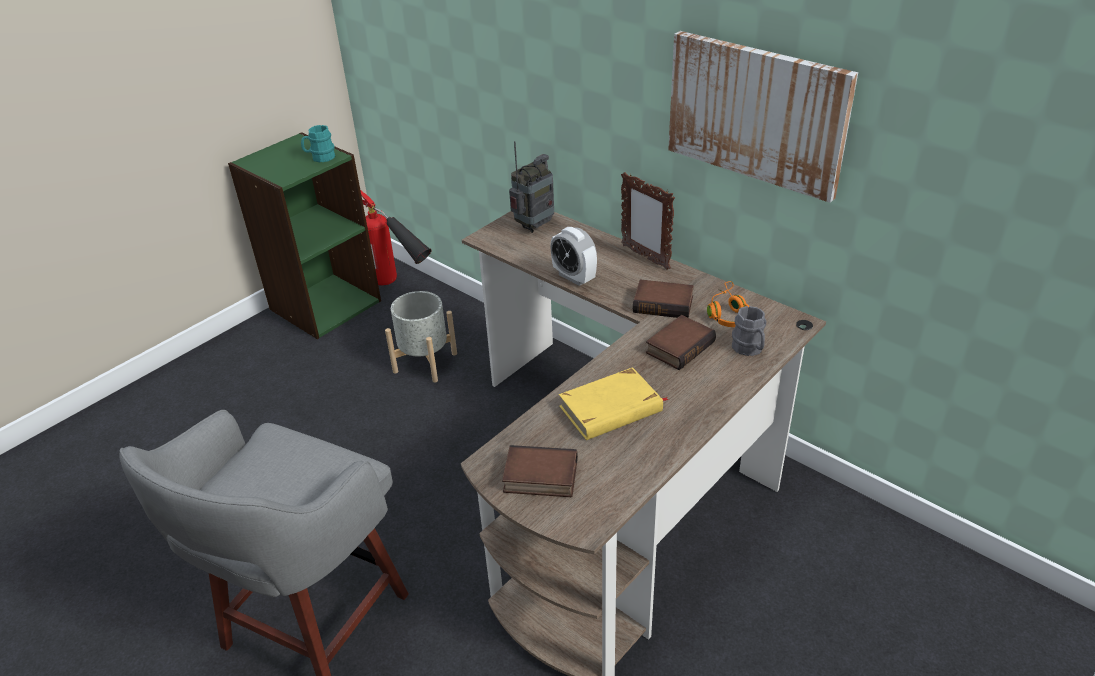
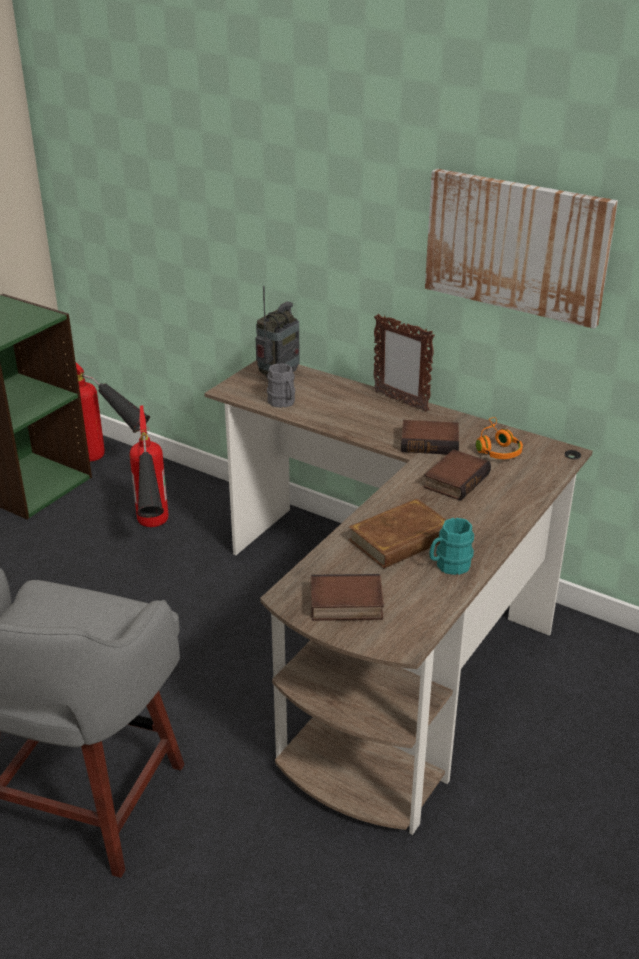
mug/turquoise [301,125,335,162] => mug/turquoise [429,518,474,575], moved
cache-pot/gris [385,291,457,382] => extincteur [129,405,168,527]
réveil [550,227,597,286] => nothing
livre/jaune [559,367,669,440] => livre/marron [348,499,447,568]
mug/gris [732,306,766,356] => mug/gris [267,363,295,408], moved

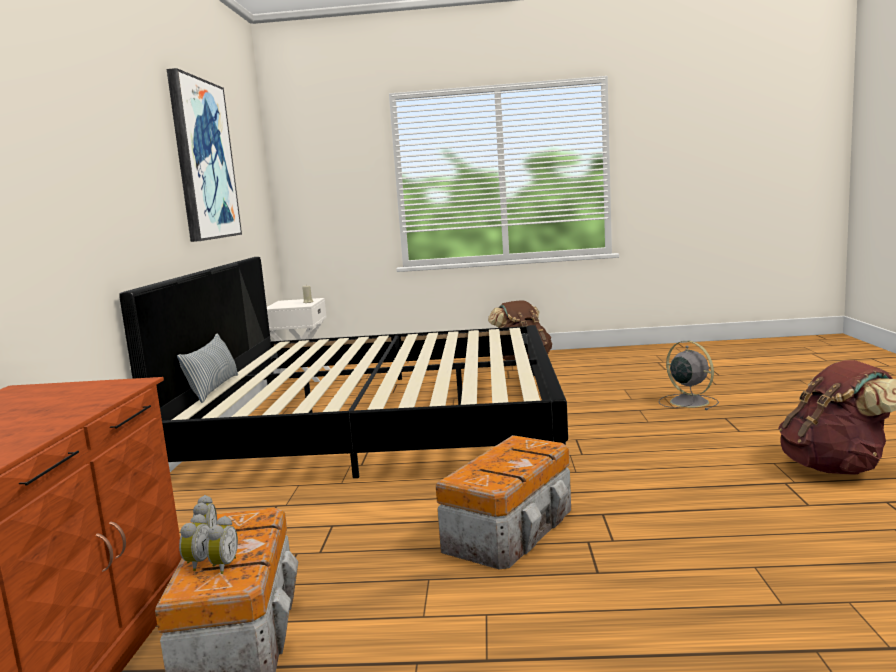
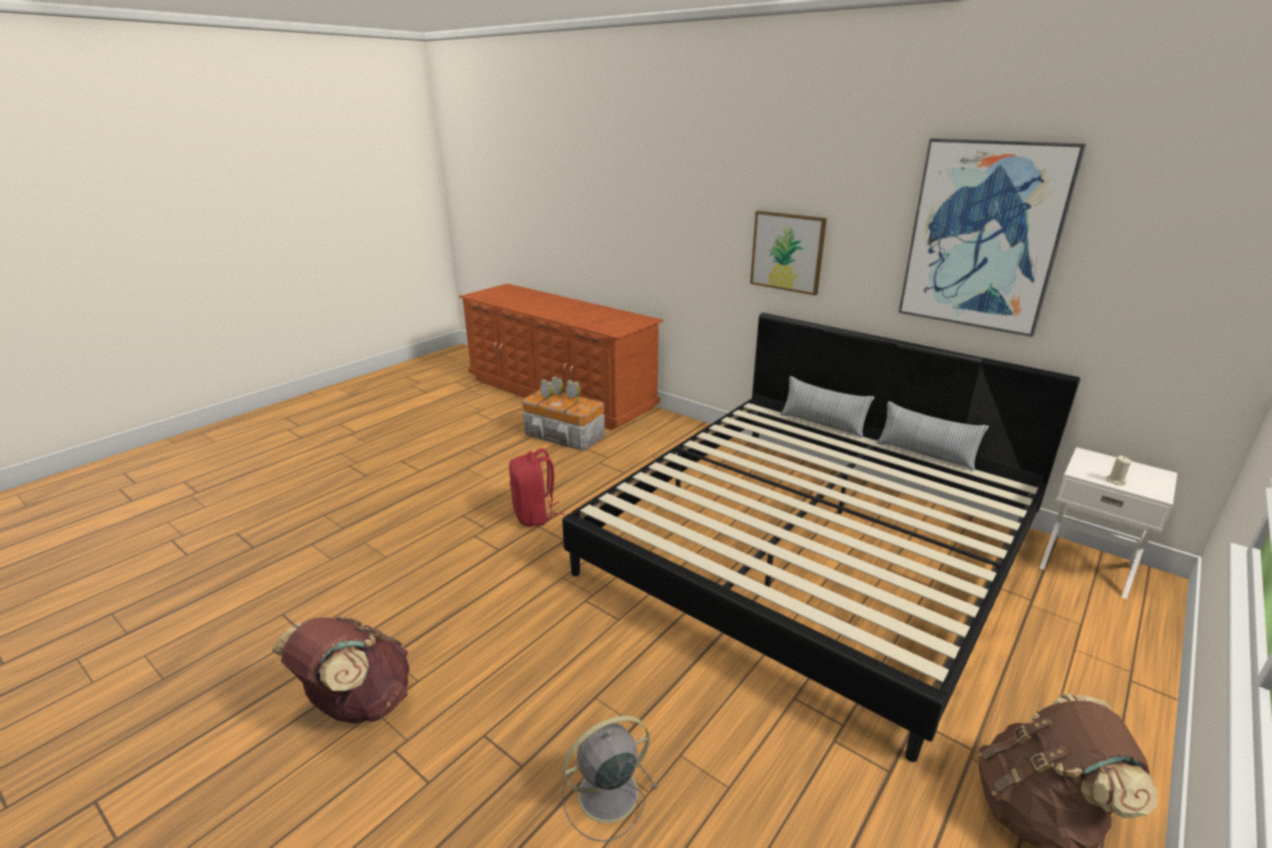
boîte de rangement [436,435,571,570] => sac à dos/rouge [509,448,564,527]
ventilateur/gris [658,340,719,410] => ventilateur/gris [562,716,658,842], 150 degrees clockwise
nothing => tableau [750,211,827,295]
nothing => coussin [877,401,989,471]

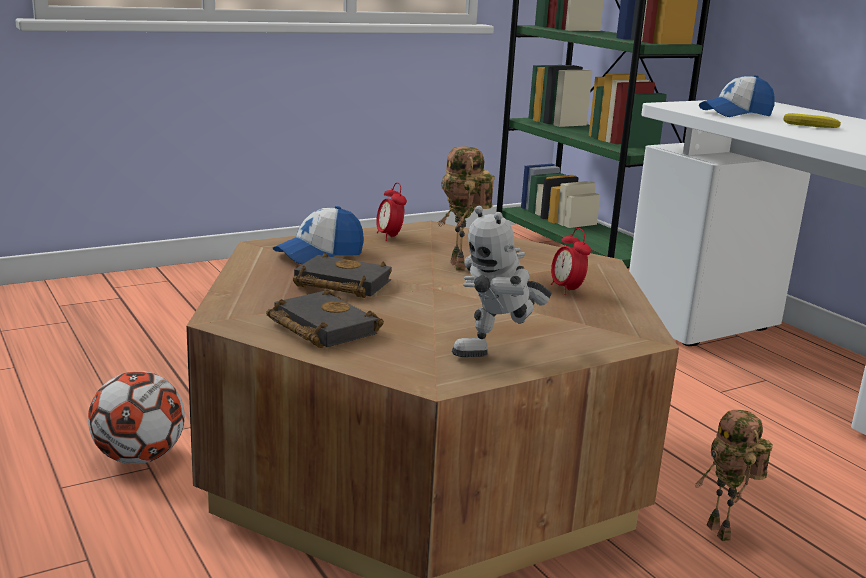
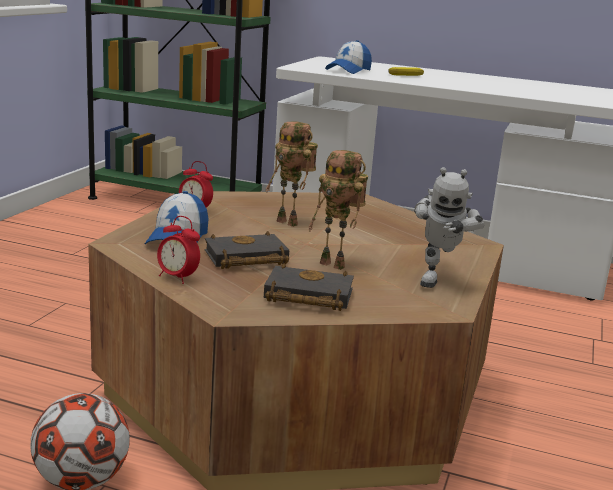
réveil [551,228,591,295] => réveil [157,216,200,284], moved
robot jouet [695,410,773,541] => robot jouet [308,150,368,270], moved

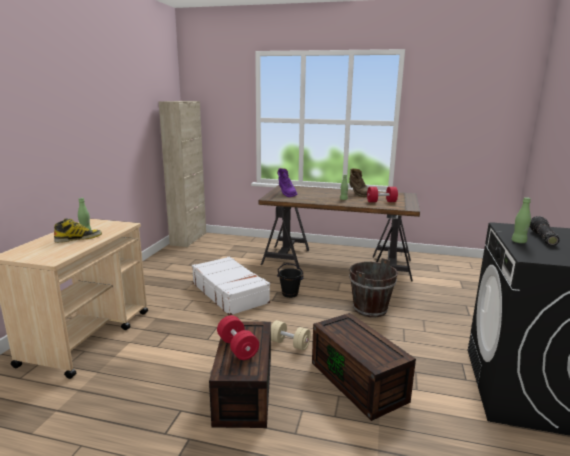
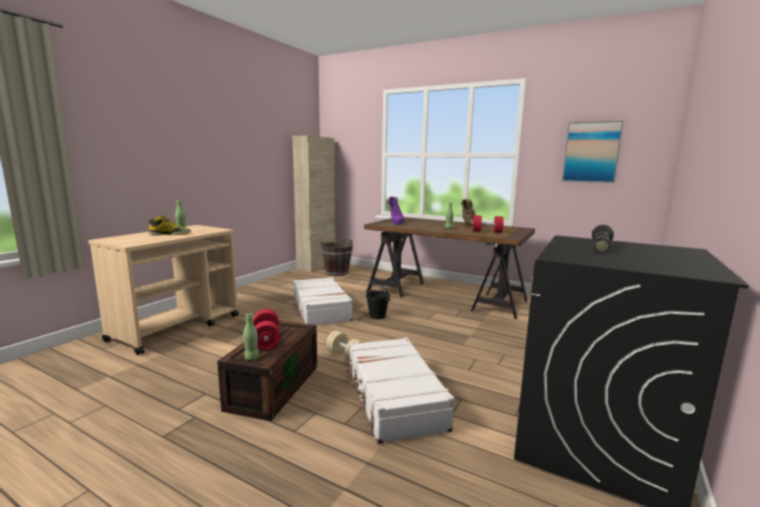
boîte de rangement/marron [312,313,416,421] => valise/blanc [346,338,455,444]
seau/marron [349,258,398,317] => seau/marron [321,239,353,276], moved
bouteille/vert [512,197,531,243] => bouteille/vert [243,313,259,360], moved
nothing => tableau [562,120,624,183]

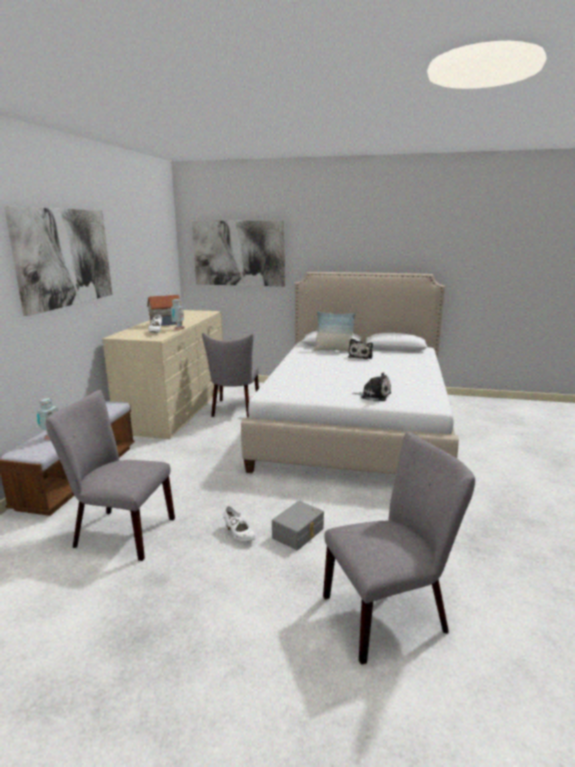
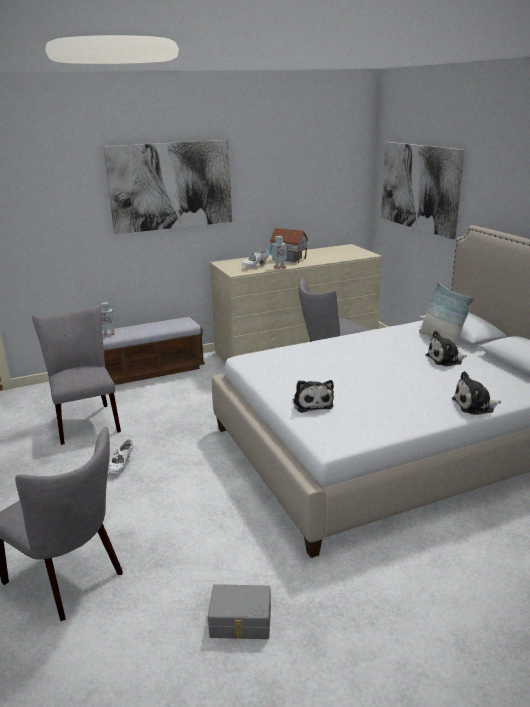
boîte de rangement/gris [272,501,324,550] => boîte de rangement/gris [208,584,271,639], moved
nothing => peluche [452,371,501,415]

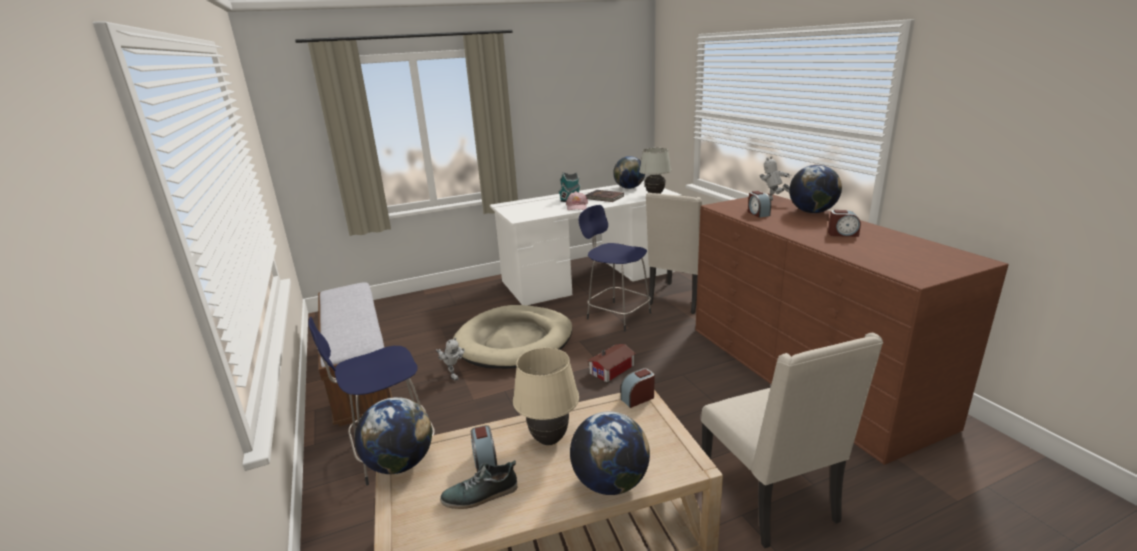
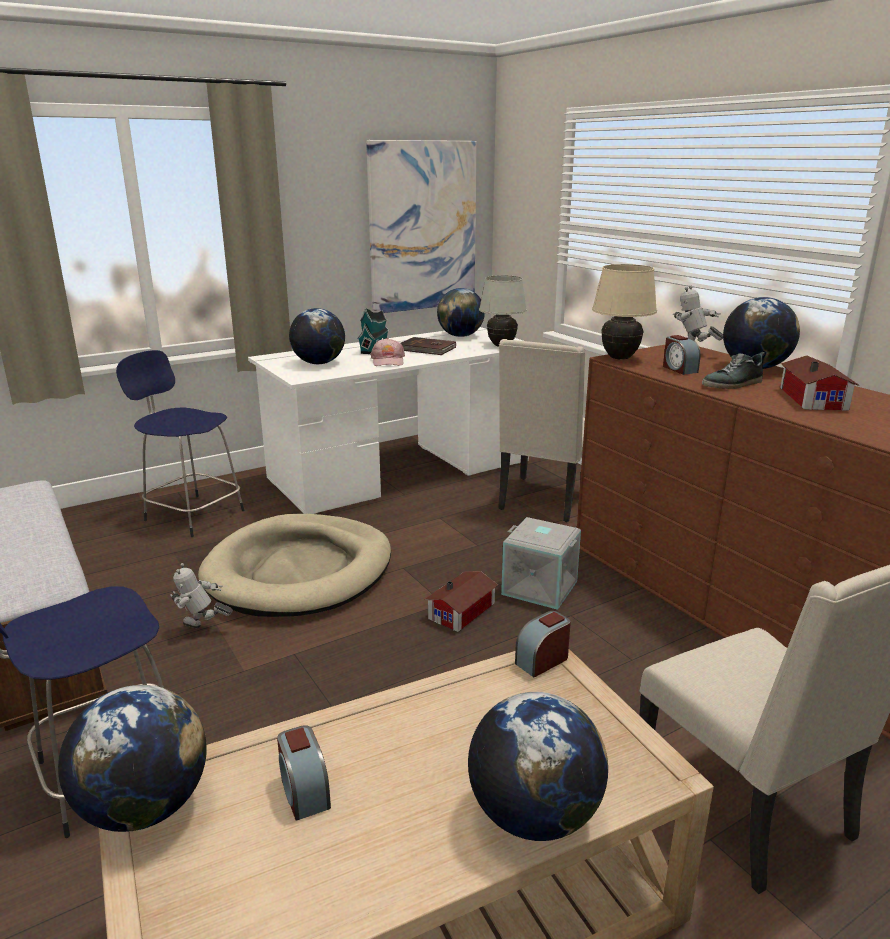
robot jouet [436,337,465,381] => robot jouet [170,563,233,629], 150 degrees clockwise
chaussure [440,460,517,509] => chaussure [702,352,765,389], moved
lampe de table/beige [513,348,579,445] => lampe de table/beige [592,264,657,360], moved
tabouret/bleu [578,205,651,331] => tabouret/bleu [116,350,244,537], moved
réveil [828,210,861,237] => maison miniature [780,355,859,411]
nothing => globe [289,308,345,364]
nothing => tableau [366,140,477,313]
nothing => boîte de rangement/gris [501,517,581,610]

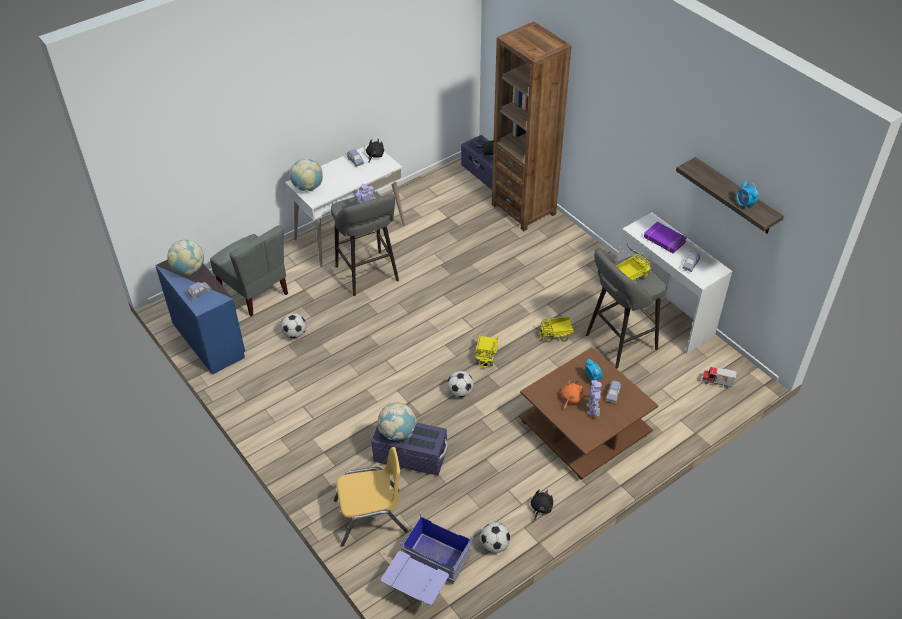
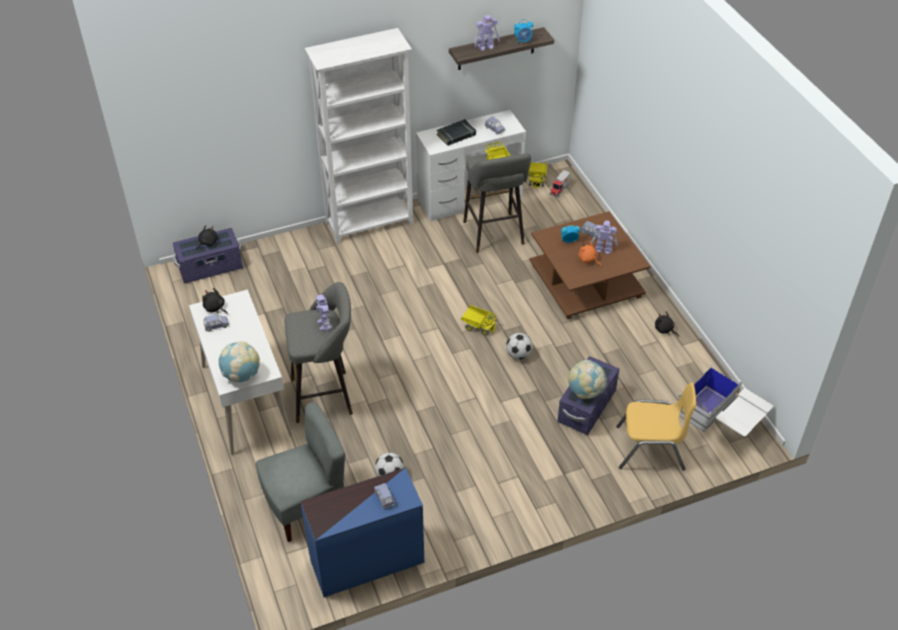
globe [167,240,204,275] => nothing
chaise/jaune [334,447,408,547] => chaise/jaune [616,383,696,471], 90 degrees clockwise
boîte de rangement/bleu [381,512,473,605] => boîte de rangement/blanc [678,363,773,437]
ballon de foot [480,522,510,553] => nothing
bibliothèque/marron [492,21,571,231] => nothing
camion jouet [539,317,574,343] => camion jouet [528,161,547,188], moved
livre/violet [644,222,687,253] => livre/noir [437,119,476,146]
nothing => bibliothèque/blanc [305,28,413,244]
nothing => robot jouet [475,15,500,51]

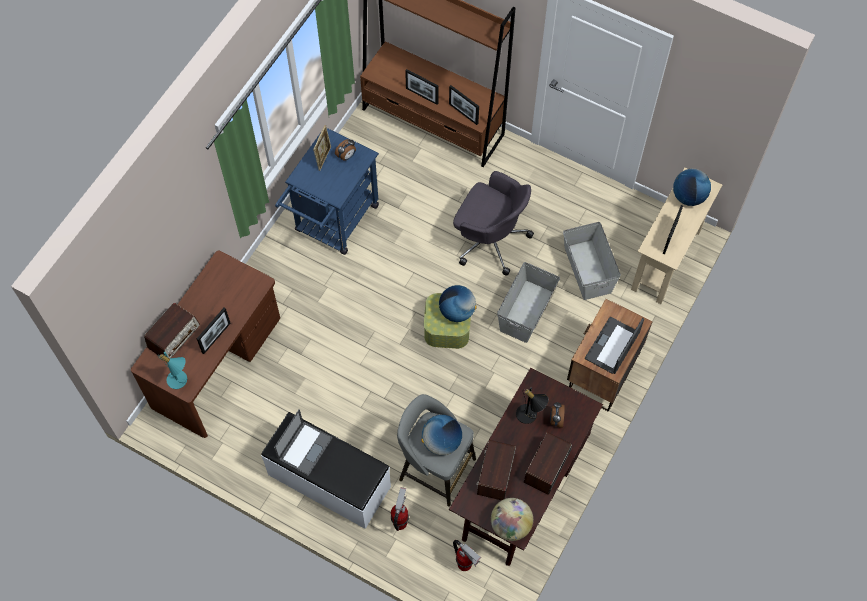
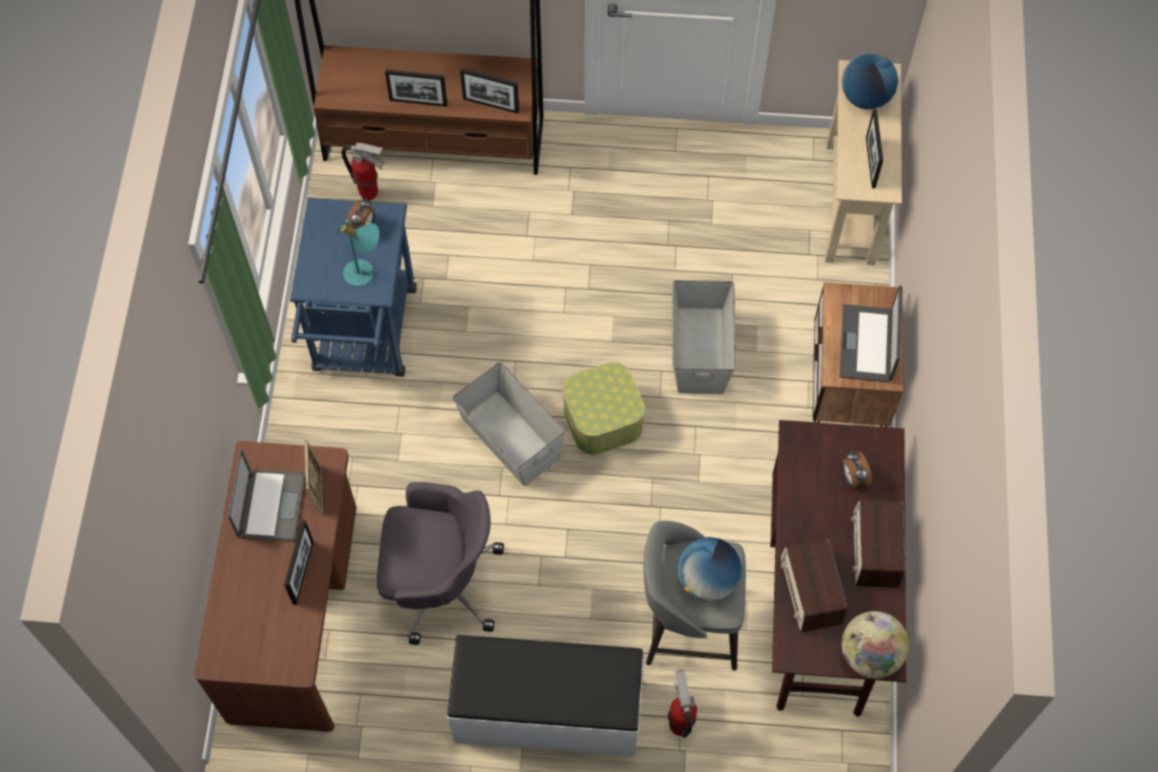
radio [144,303,200,358] => nothing
lampe de table/turquoise [159,352,187,389] => lampe de table/turquoise [338,220,379,286], moved
ordinateur portable [274,409,333,476] => ordinateur portable [228,448,306,542], moved
cadre photo [313,125,331,171] => cadre photo [305,440,323,514], moved
globe [439,285,477,322] => nothing
chaise de bureau/gris [453,171,534,276] => chaise de bureau/gris [377,482,504,645], moved
extincteur [453,540,481,571] => extincteur [341,143,385,200], moved
lampe de table/noir [516,387,549,424] => nothing
boîte de rangement/gris [563,222,621,300] => boîte de rangement/gris [453,362,565,486], moved

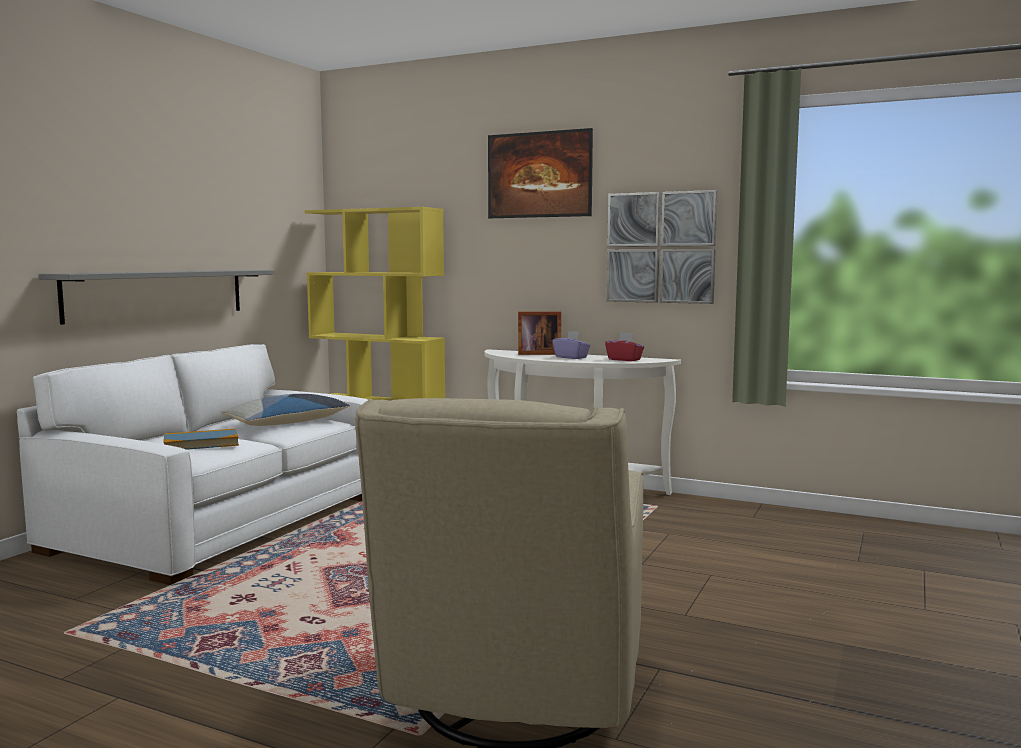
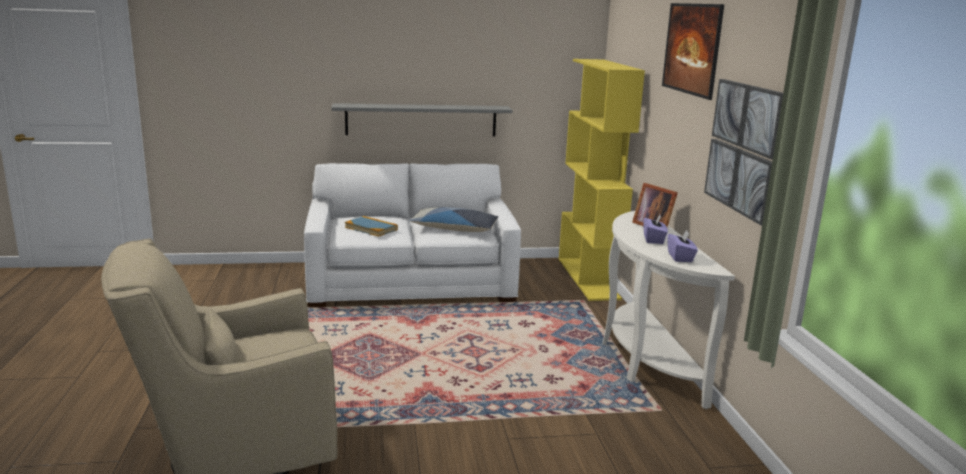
boîte à mouchoirs/rouge [605,333,644,361] => boîte à mouchoirs/violet [668,229,698,262]

